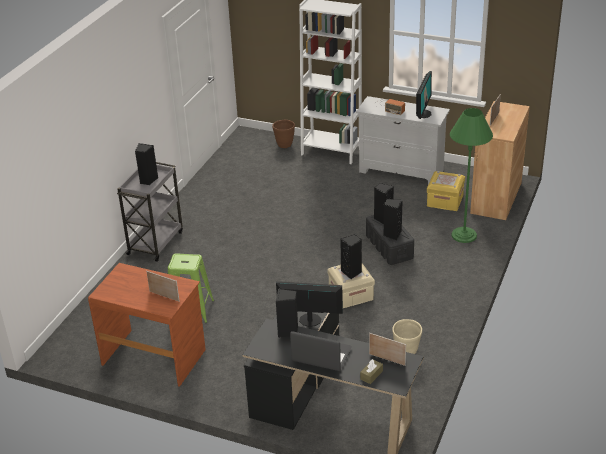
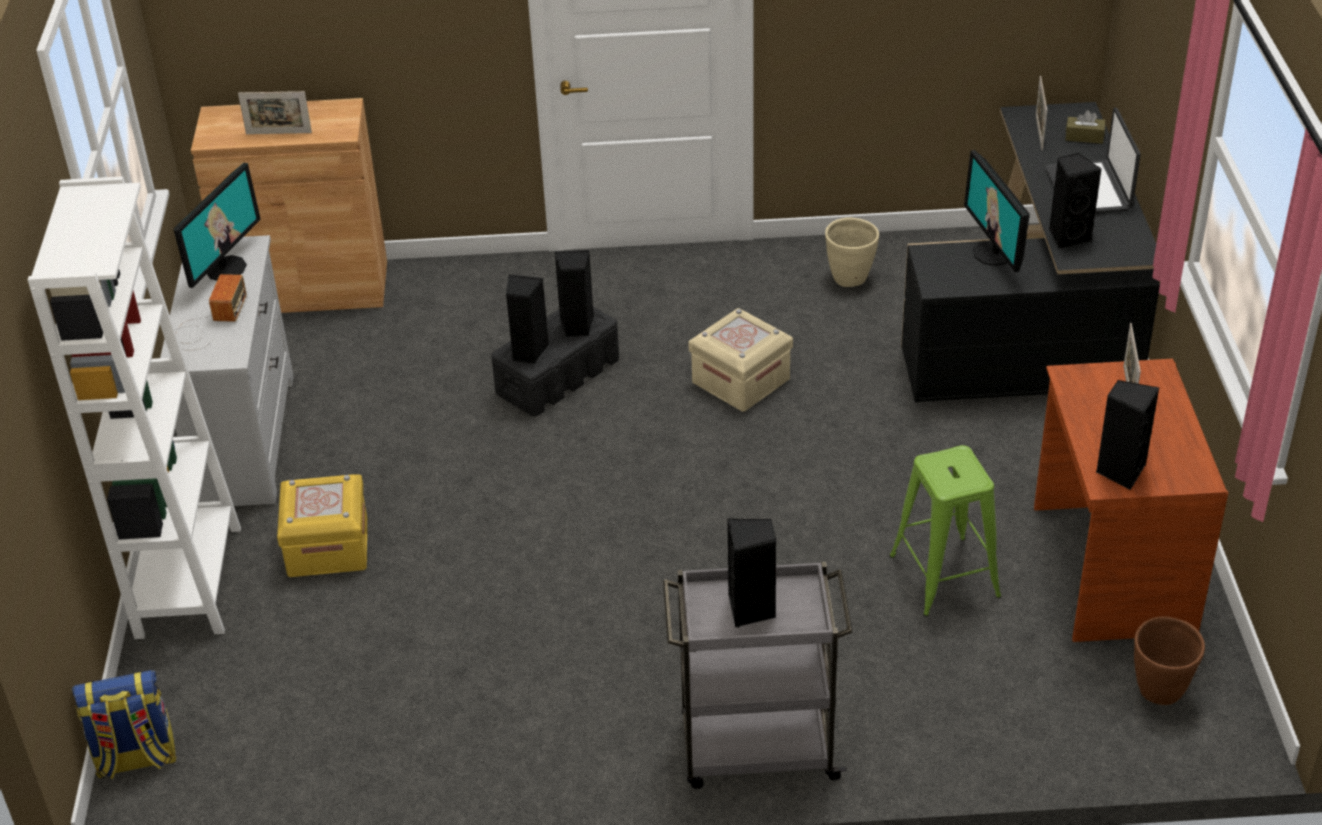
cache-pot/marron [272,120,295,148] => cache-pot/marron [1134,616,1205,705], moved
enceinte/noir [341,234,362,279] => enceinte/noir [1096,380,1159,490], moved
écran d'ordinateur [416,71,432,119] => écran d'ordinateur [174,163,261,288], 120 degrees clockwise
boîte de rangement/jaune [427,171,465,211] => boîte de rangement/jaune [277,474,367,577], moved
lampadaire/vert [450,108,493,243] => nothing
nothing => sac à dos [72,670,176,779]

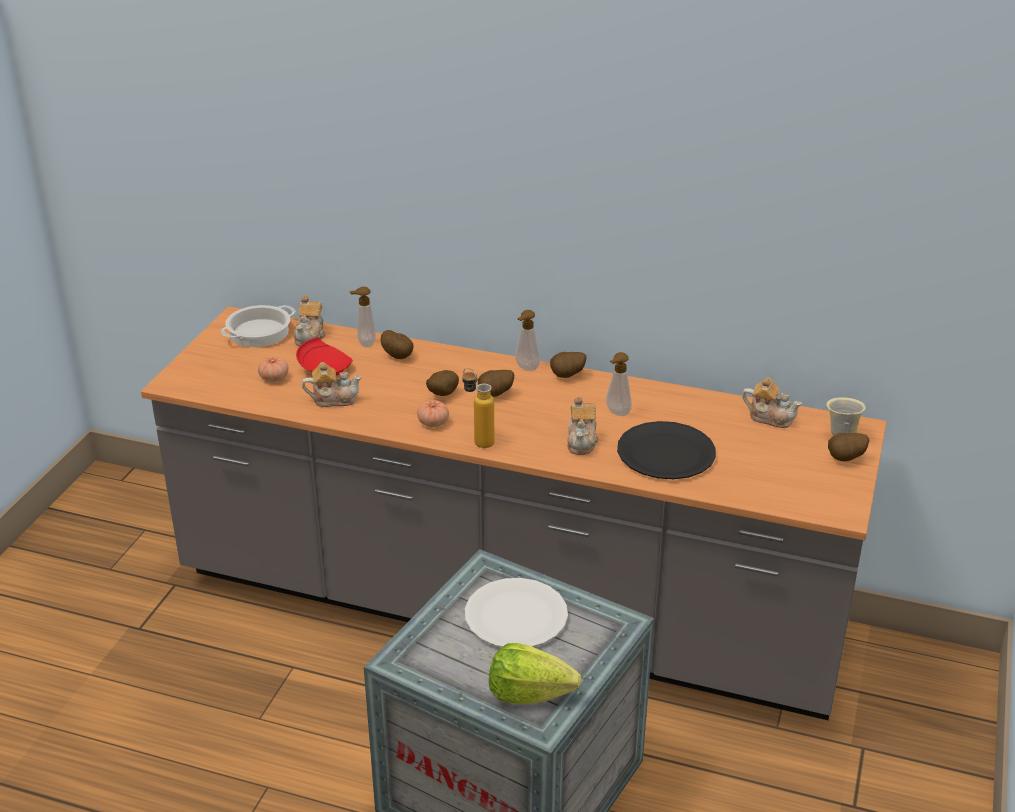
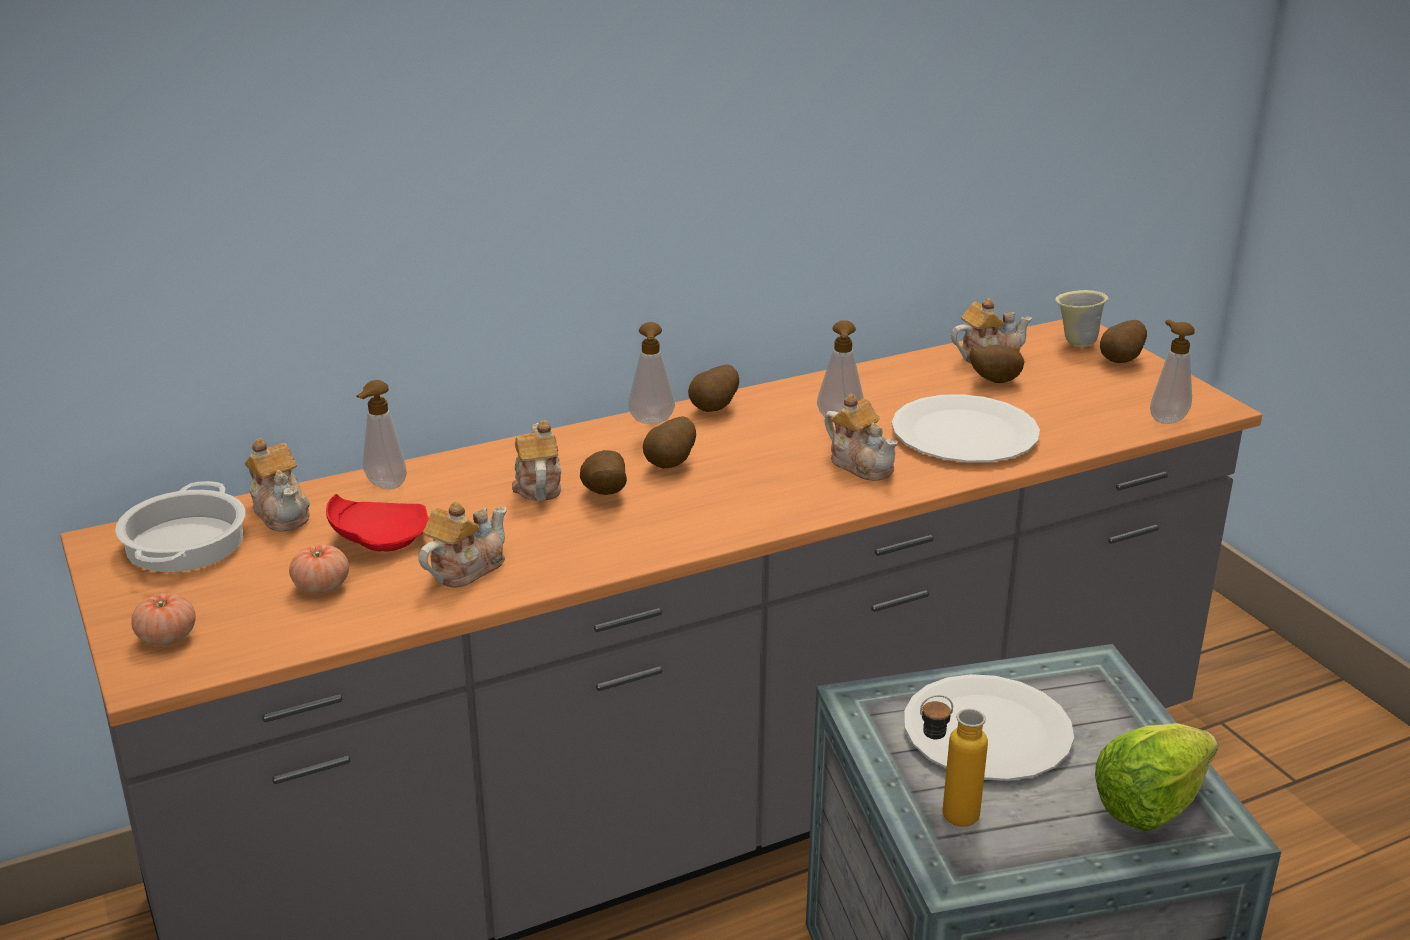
pomme de terre [381,330,414,359] => pomme de terre [970,345,1024,383], moved
tomate [417,400,449,427] => tomate [131,593,196,645], moved
bouteille [462,367,494,448] => bouteille [920,695,988,827], moved
assiette/noir [617,421,716,479] => assiette/blanc [892,394,1040,462]
nothing => théière [512,420,561,501]
nothing => distributeur de savon [1150,320,1195,424]

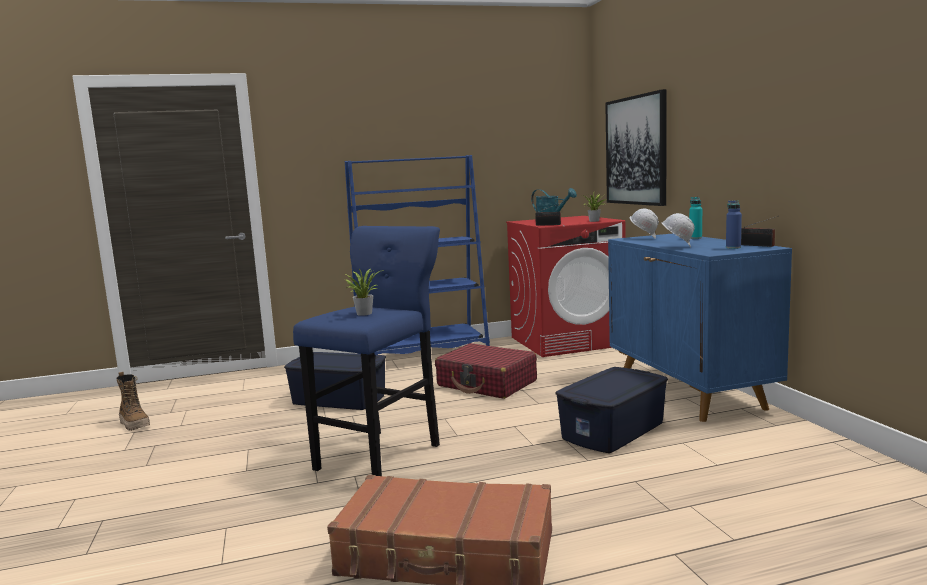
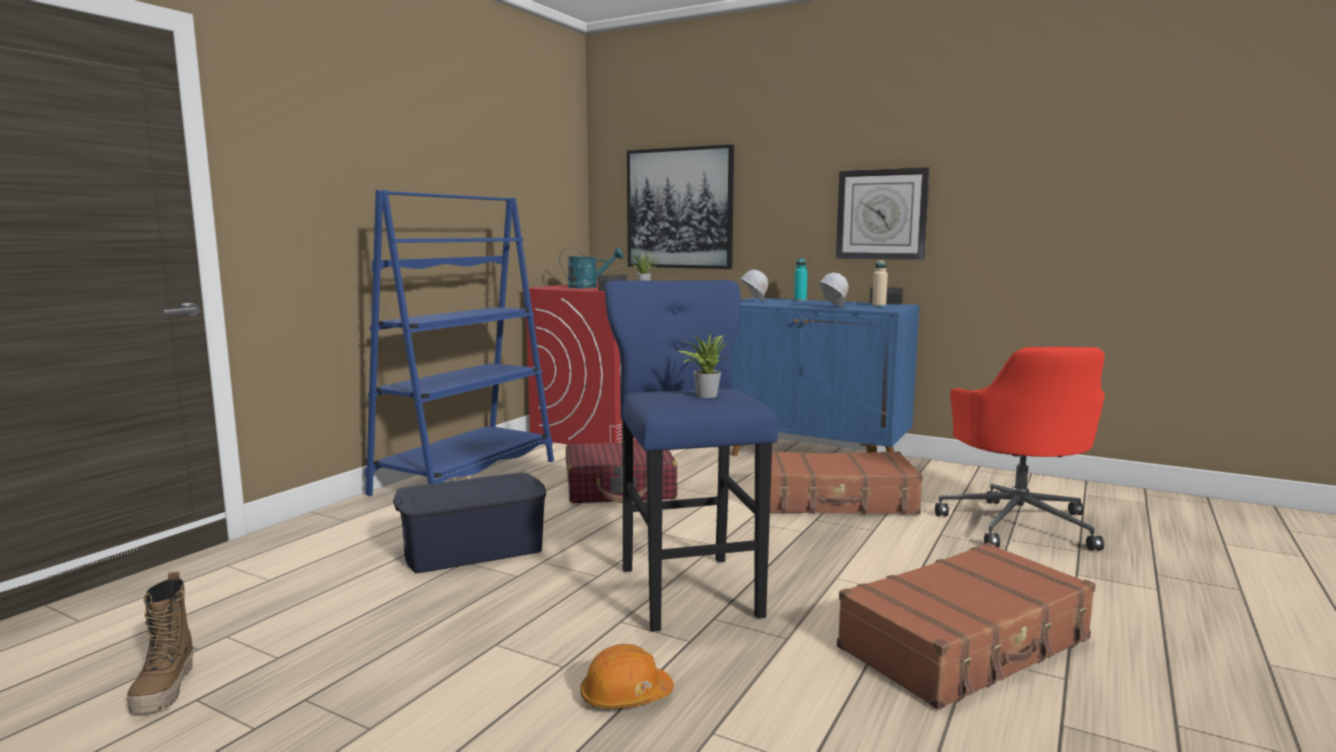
botte [117,372,150,431] => botte [127,572,194,714], 75 degrees clockwise
boîte de rangement/bleu [555,367,668,453] => valise/marron [770,451,923,515]
bouteille/bleu [726,200,742,249] => bouteille/beige [872,260,888,307]
nothing => casque de chantier/orange [580,644,674,709]
nothing => horloge murale [836,167,930,260]
nothing => chaise de bureau/rouge [935,347,1105,550]

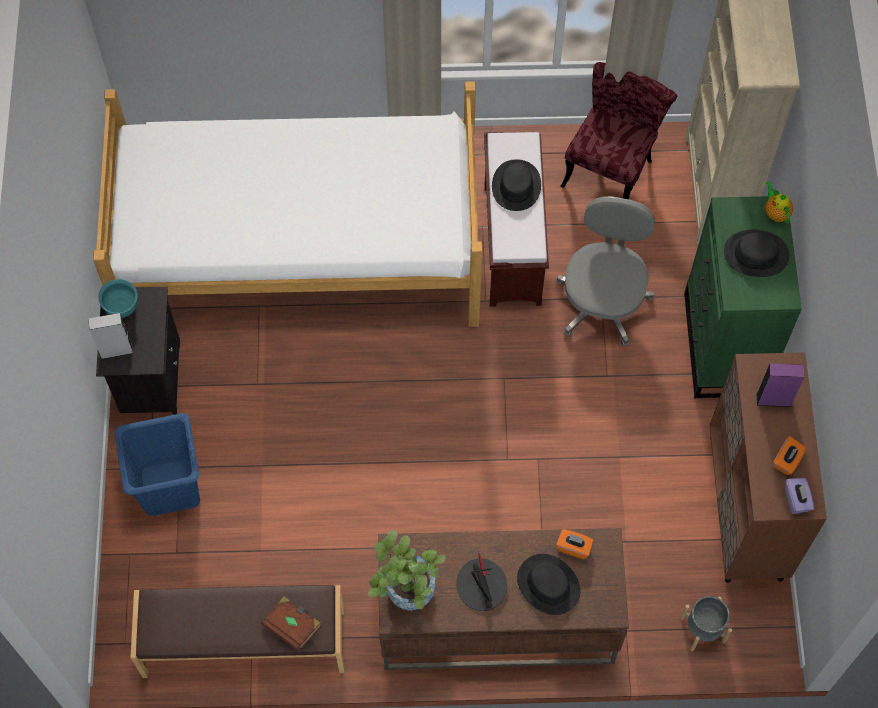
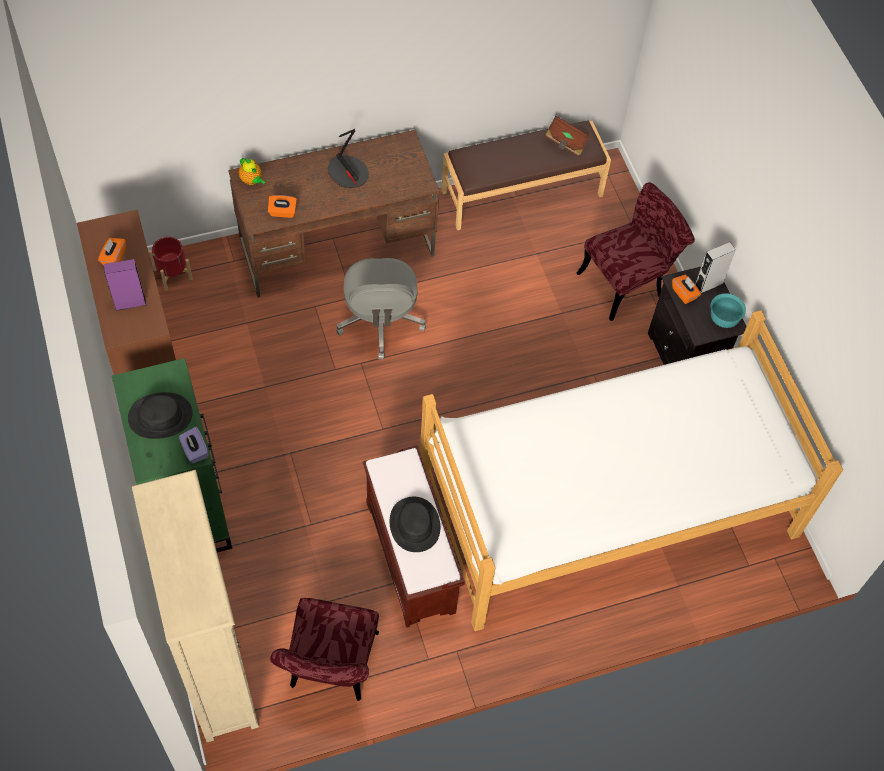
panier à linge/bleu [114,413,200,516] => chaise/rouge [576,182,695,321]
livre/marron [261,596,322,652] => livre/marron [544,116,589,157], moved
plante en pot [368,530,446,611] => nothing
chapeau/noir [517,554,581,615] => nothing
chaise de bureau/gris [555,196,655,346] => chaise de bureau/gris [336,258,426,360], moved
cache-pot/gris [680,596,732,651] => cache-pot/rouge [149,237,193,291]
théière [765,181,793,223] => théière [239,157,265,185], moved
boîte à mouchoirs/violet [785,478,814,514] => boîte à mouchoirs/violet [179,427,208,463], moved
nothing => boîte à mouchoirs/orange [672,275,701,304]

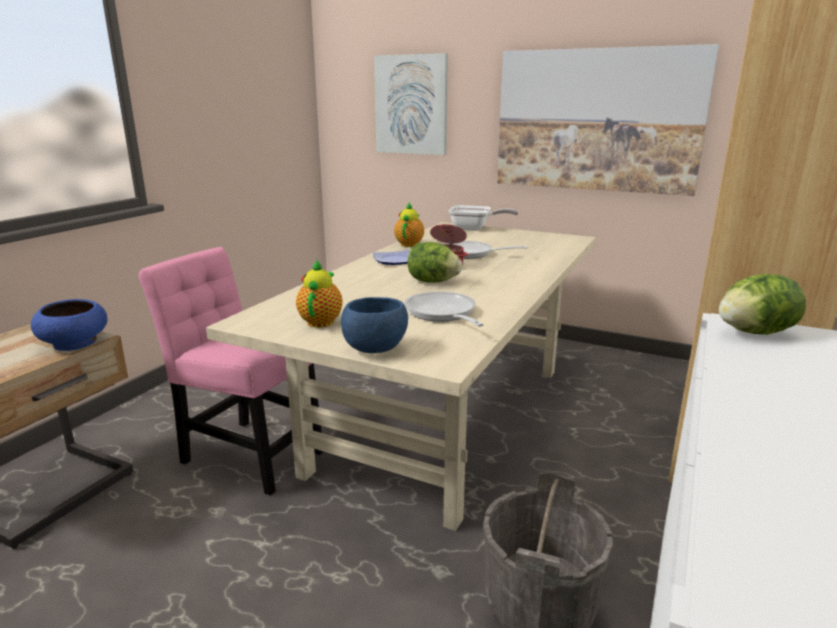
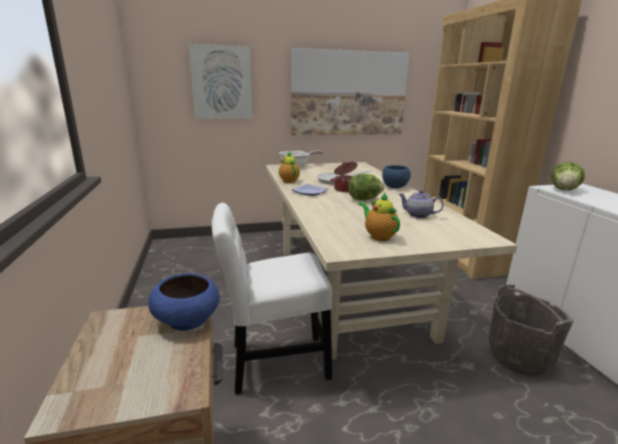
chaise/rose [139,247,324,496] => chaise/blanc [211,203,332,394]
bol/bleu [341,297,408,353] => bol/bleu [382,165,411,189], moved
poêle [404,292,484,327] => théière [399,190,444,218]

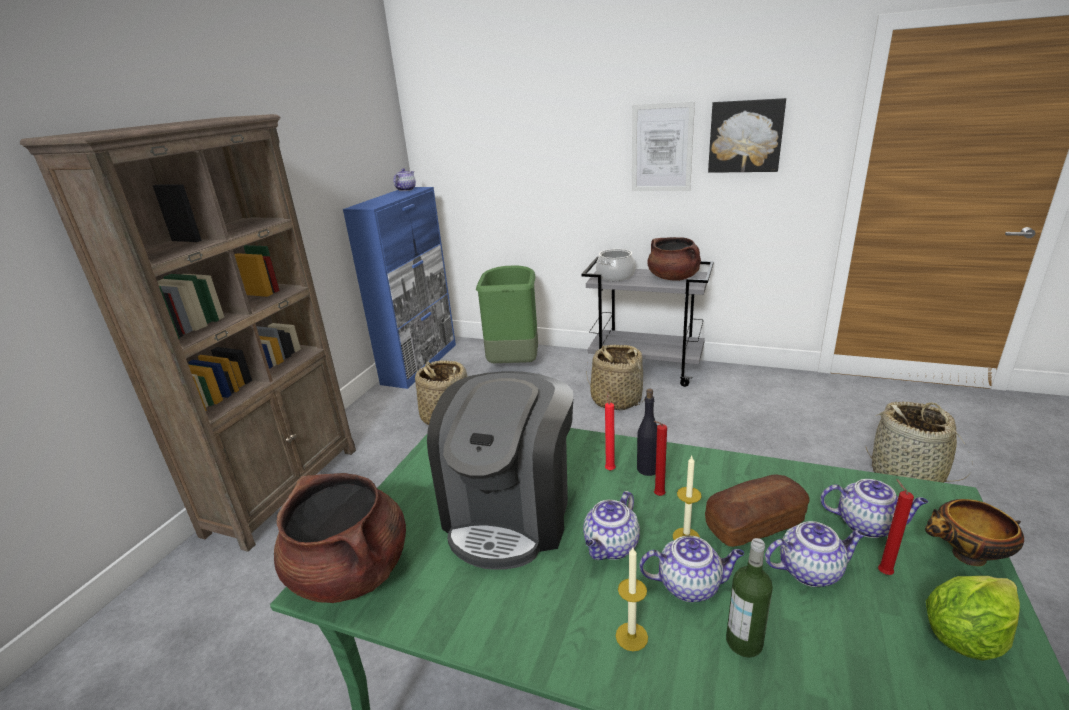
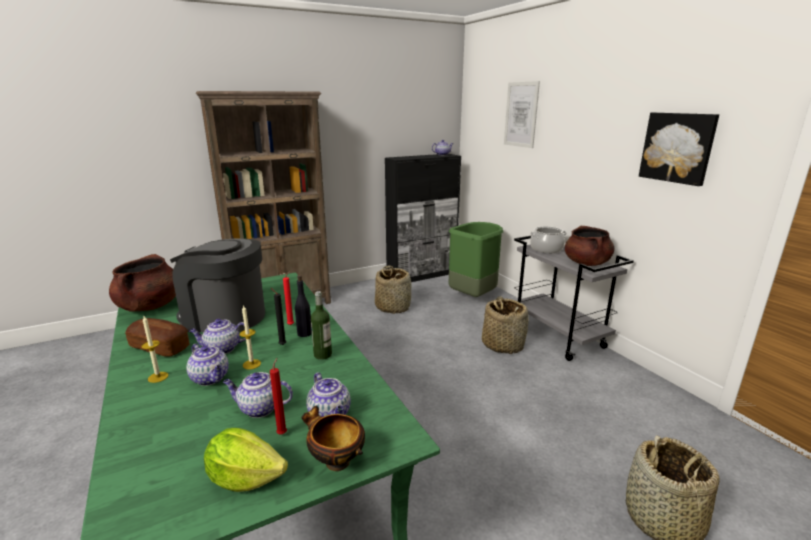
meuble de rangement/bleu [343,187,456,389] => meuble de rangement/noir [385,154,461,282]
machine à café [427,371,573,570] => machine à café [170,238,265,333], 45 degrees clockwise
tableau [632,102,695,191] => tableau [504,81,540,148], moved
bougie/rouge [654,421,667,496] => bougie/noir [271,288,286,345]
pain [705,474,810,547] => pain [125,318,189,357], moved
bouteille [726,538,773,657] => bouteille [311,291,332,360], moved
théière [765,521,866,587] => théière [223,372,293,418], 150 degrees clockwise

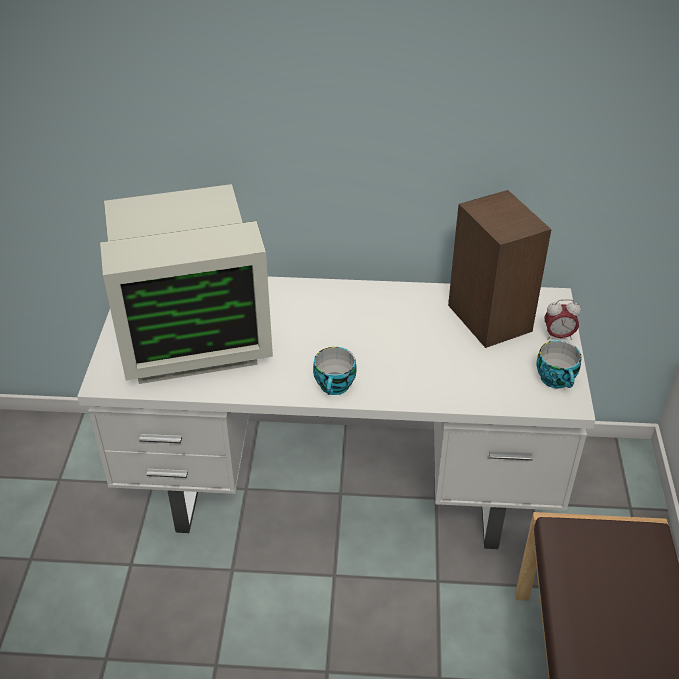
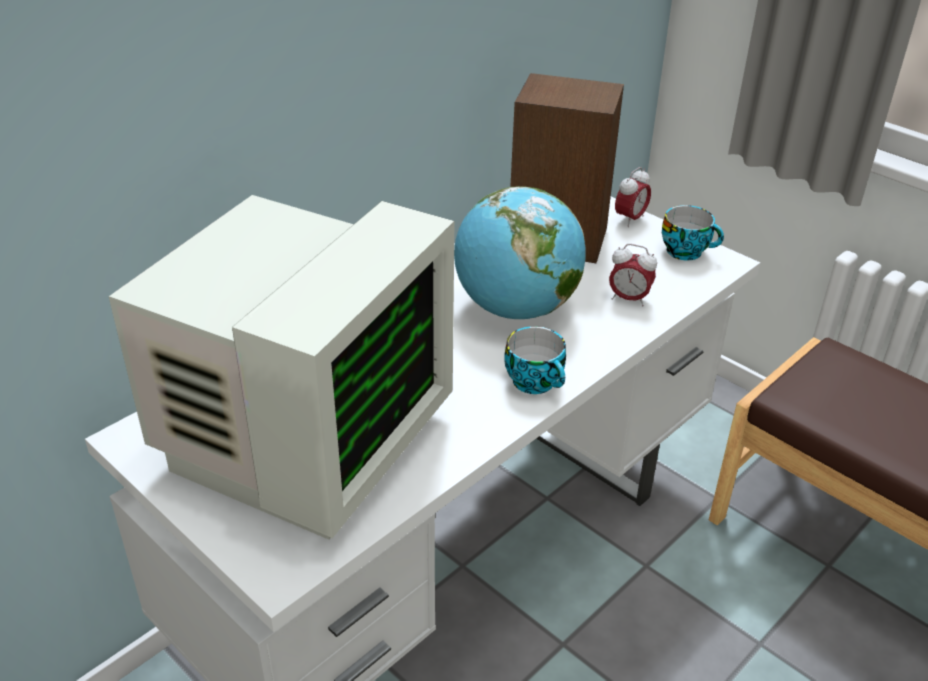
nothing => globe [454,186,586,319]
nothing => réveil [609,244,657,306]

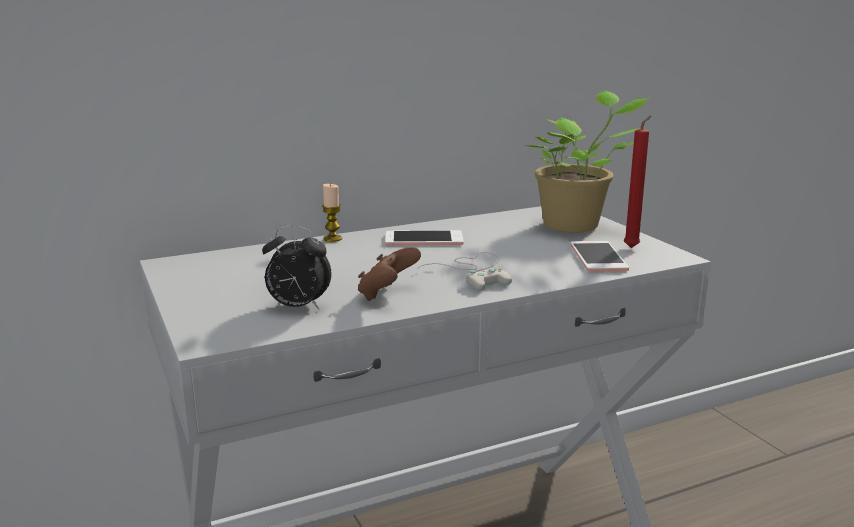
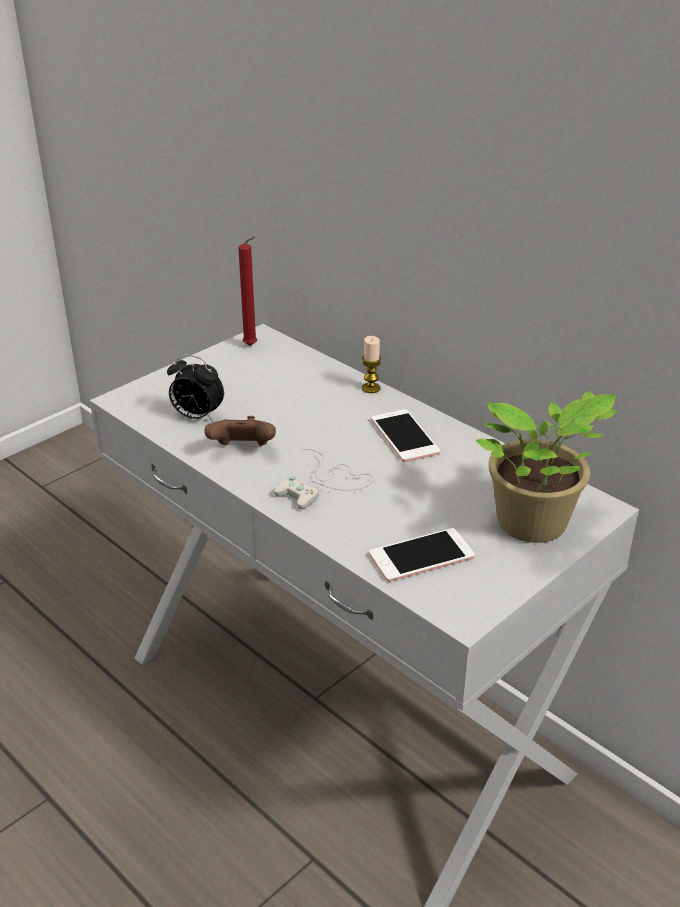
réveil [262,226,332,310] => réveil [167,354,224,421], 60 degrees counterclockwise
bougie/rouge [624,115,652,248] => bougie/rouge [238,237,257,346], moved

